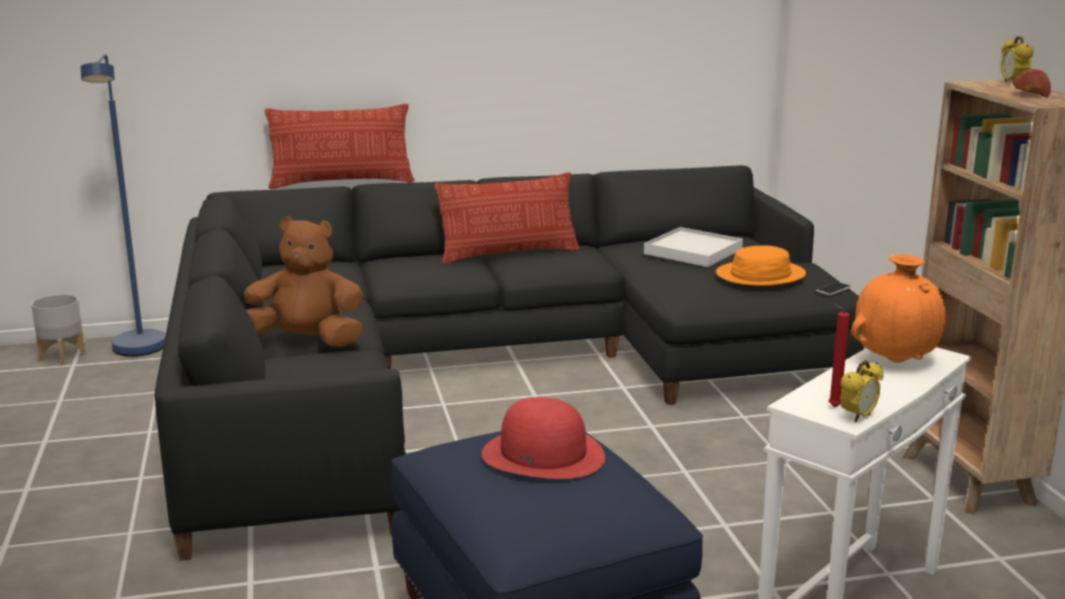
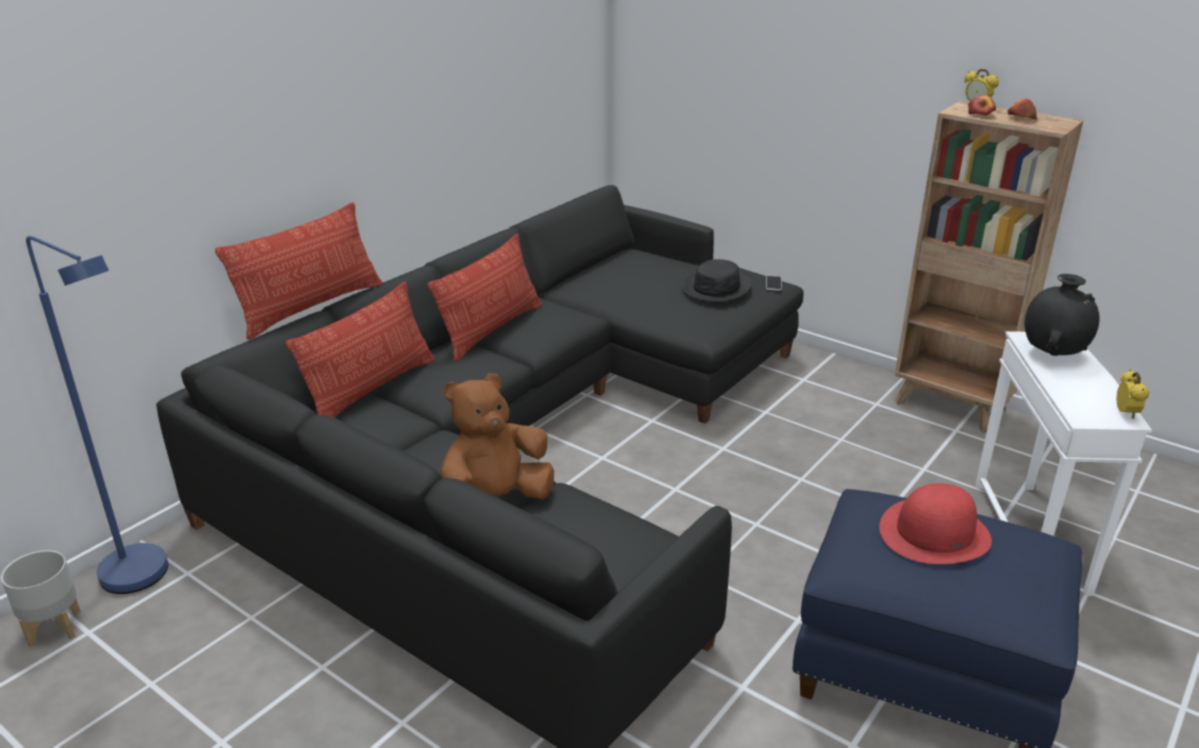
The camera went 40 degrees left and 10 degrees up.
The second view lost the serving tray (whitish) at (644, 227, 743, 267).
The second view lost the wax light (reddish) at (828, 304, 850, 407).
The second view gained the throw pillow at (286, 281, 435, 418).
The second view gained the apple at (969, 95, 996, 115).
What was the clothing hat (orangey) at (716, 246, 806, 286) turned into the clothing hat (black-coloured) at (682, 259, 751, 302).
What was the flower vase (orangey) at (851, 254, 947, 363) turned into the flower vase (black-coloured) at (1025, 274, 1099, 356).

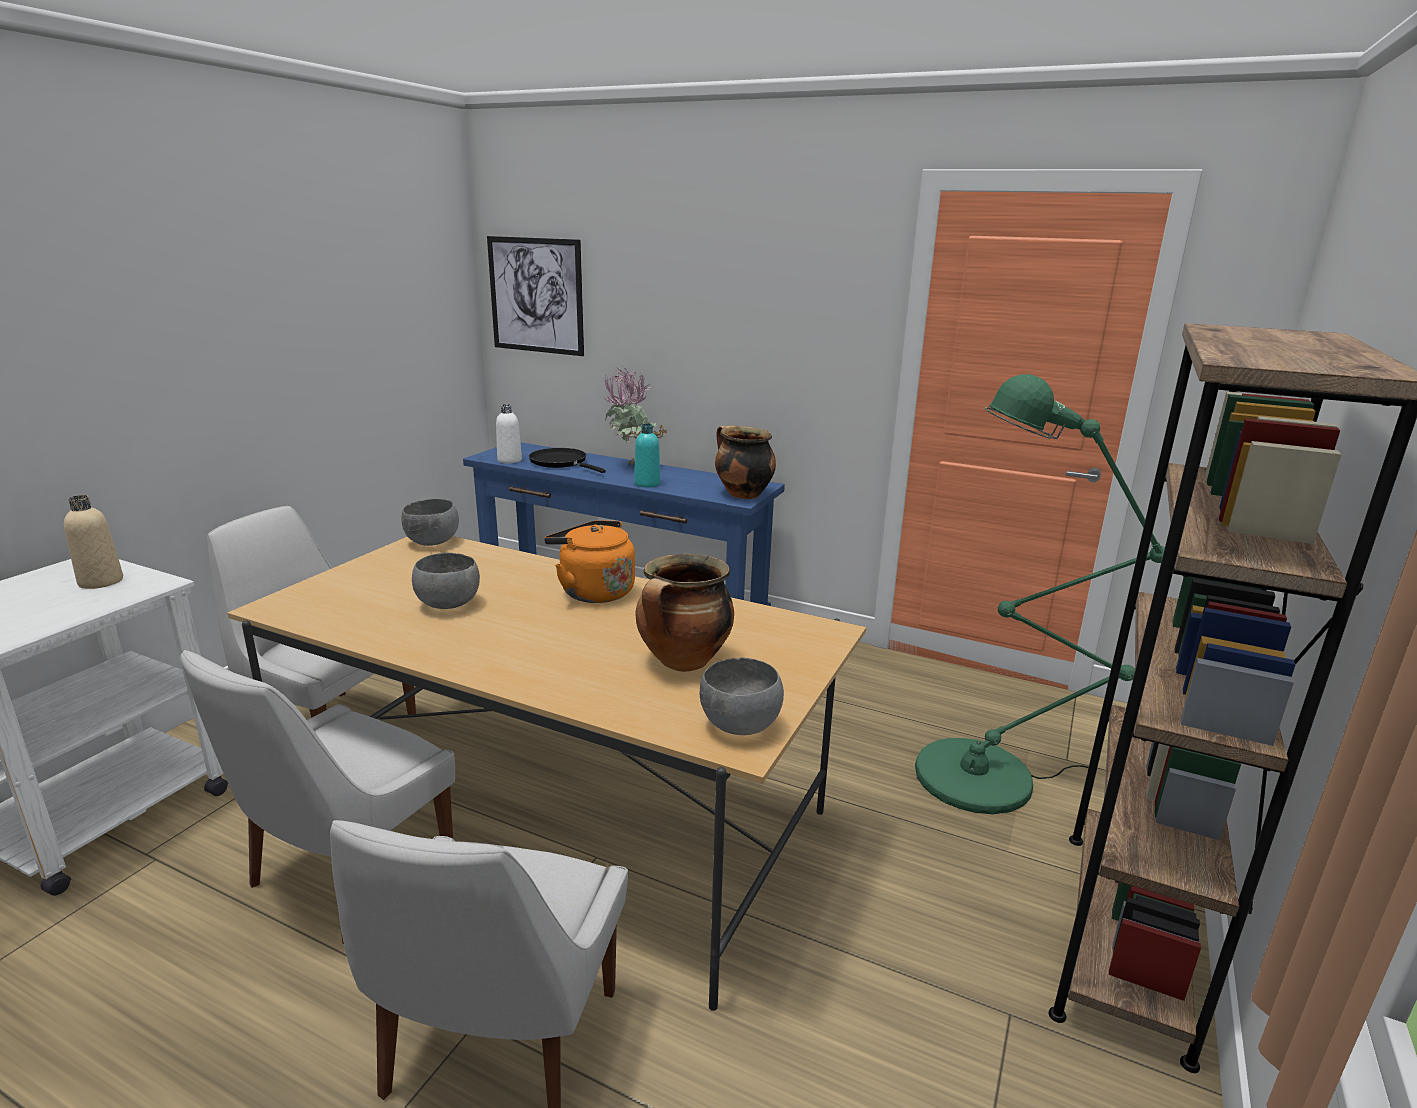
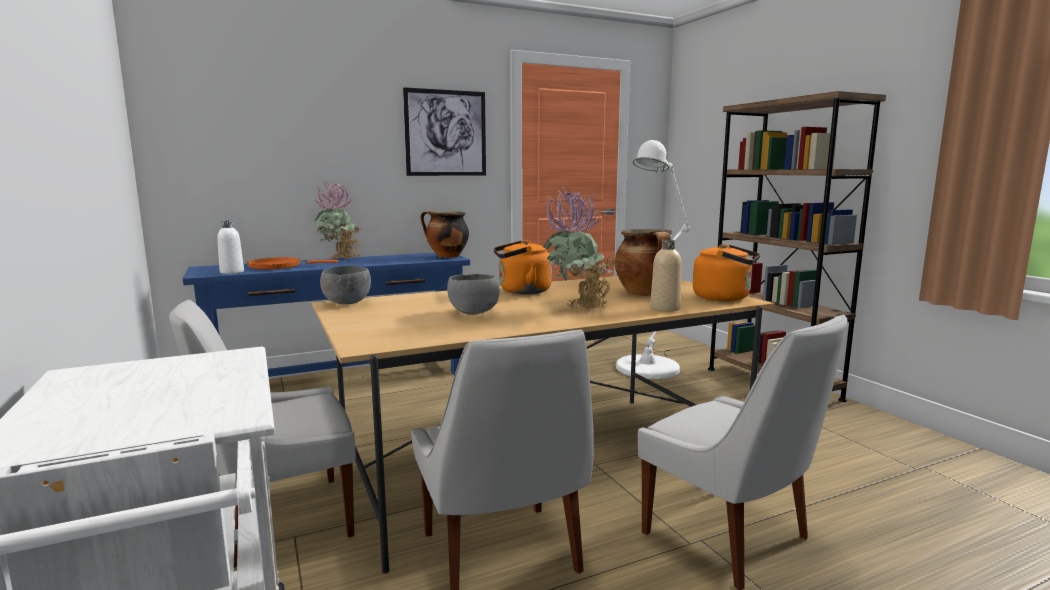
The camera went 50 degrees left and 10 degrees down.
The second view lost the drink bottle (turquoise-coloured) at (634, 424, 660, 488).
The second view gained the potted plant at (543, 187, 619, 310).
The drink bottle (sand-coloured) ended up elsewhere, having gone from (64, 495, 123, 589) to (650, 239, 682, 312).
The picture ended up elsewhere, having gone from (487, 236, 584, 356) to (403, 87, 486, 176).
Where the serving bowl (grey) stood at (700, 657, 784, 735), the tea kettle (orangey) came to stand at (693, 244, 760, 301).
What was the pan (black-coloured) at (529, 448, 606, 473) turned into the pan (orangey) at (247, 257, 338, 270).
What was the floor lamp (green-coloured) at (915, 374, 1165, 814) turned into the floor lamp (whitish) at (616, 140, 690, 379).

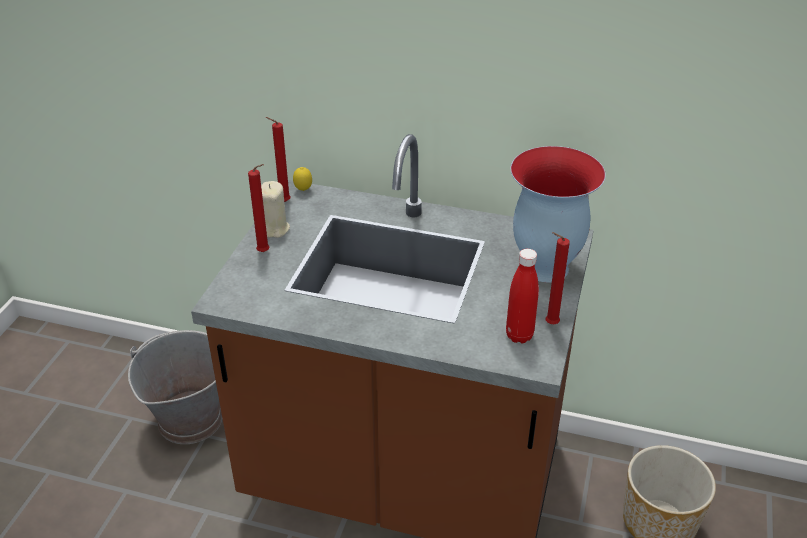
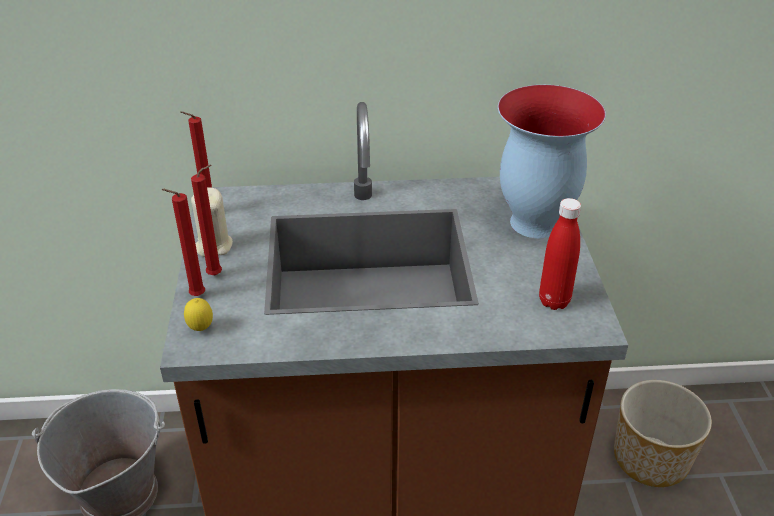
The camera went 20 degrees left and 0 degrees up.
The citrus fruit ended up elsewhere, having gone from (293, 167, 312, 191) to (184, 298, 213, 331).
The wax light (reddish) ended up elsewhere, having gone from (546, 232, 570, 324) to (162, 189, 205, 296).

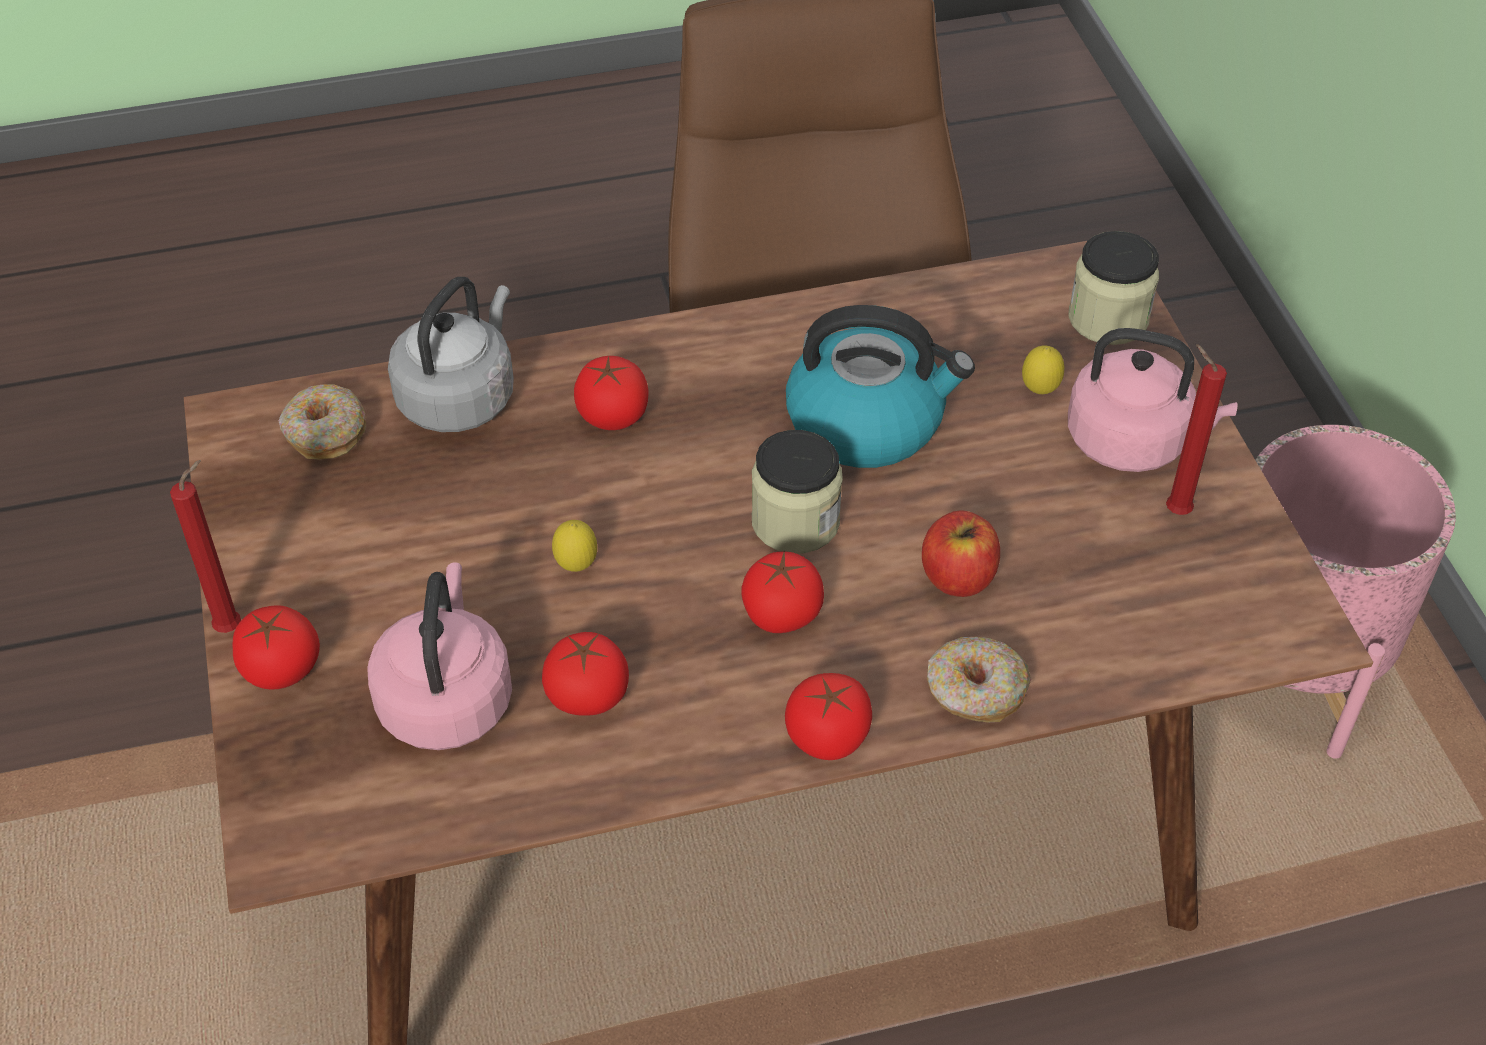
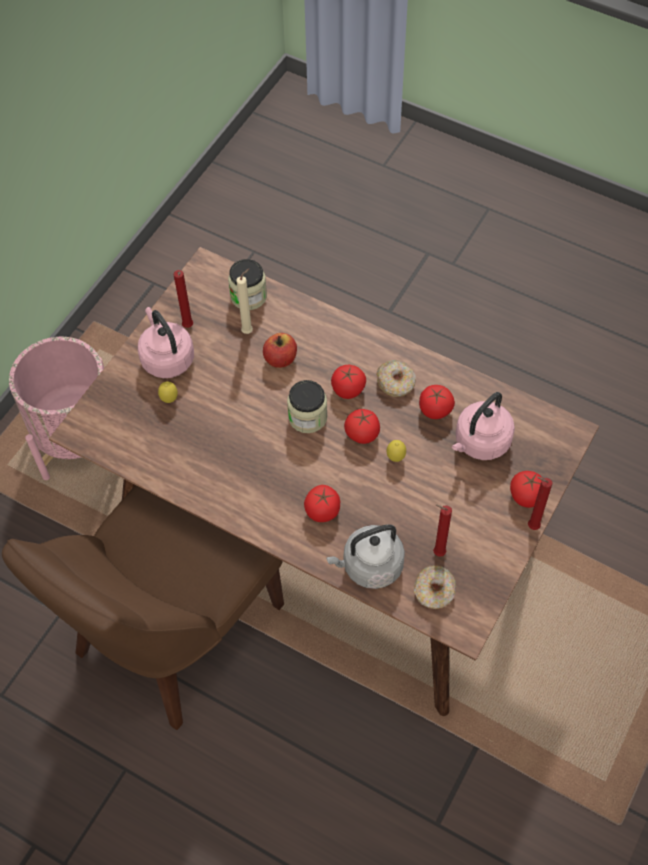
The camera went 135 degrees left and 10 degrees up.
The second view lost the tea kettle at (786, 305, 975, 468).
The second view gained the wax light (sand-coloured) at (236, 269, 253, 334).
The second view gained the wax light (reddish) at (433, 504, 452, 557).
The whole tomato ended up elsewhere, having gone from (785, 673, 872, 760) to (344, 409, 380, 444).
The ring doughnut ended up elsewhere, having gone from (927, 637, 1031, 722) to (377, 360, 416, 397).
The jar ended up elsewhere, having gone from (1068, 231, 1159, 345) to (228, 259, 267, 310).

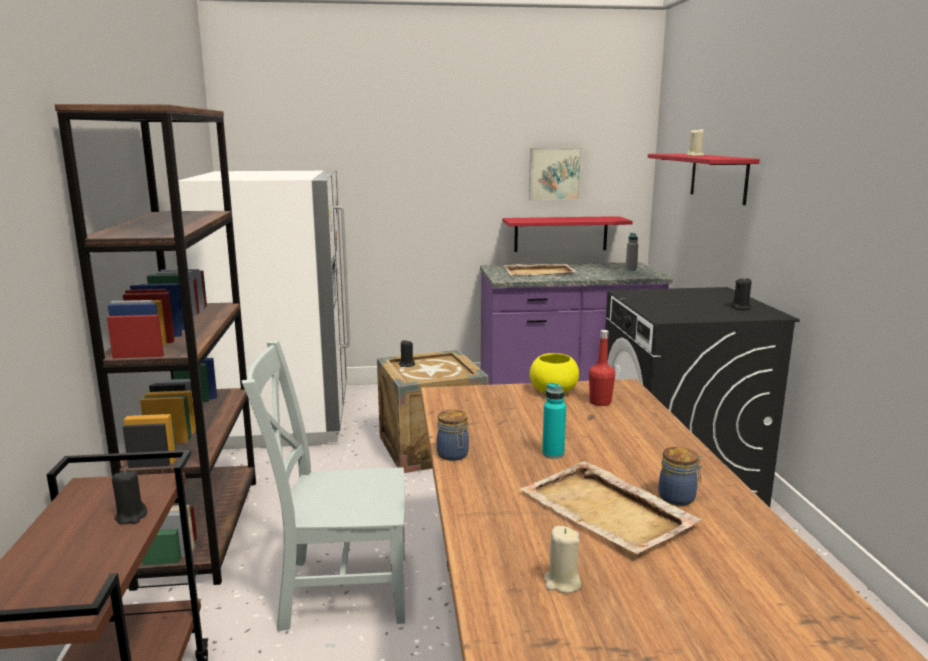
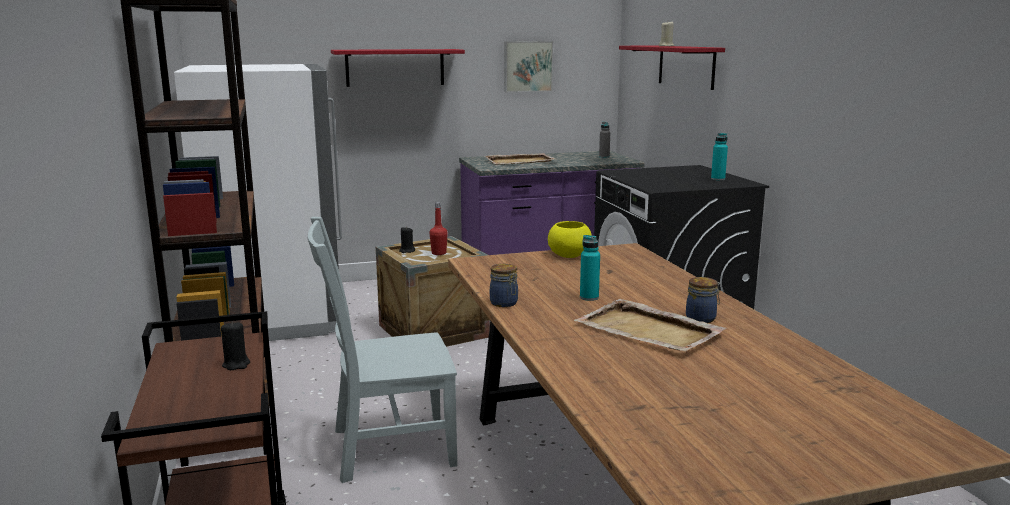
The camera went 10 degrees left and 0 degrees up.
The second view lost the wax light (sand-coloured) at (544, 526, 582, 593).
The shelf (reddish) ended up elsewhere, having gone from (502, 216, 633, 252) to (331, 49, 465, 87).
The drink bottle (reddish) ended up elsewhere, having gone from (589, 330, 615, 406) to (429, 202, 448, 255).
Where the wax light (black-coloured) stood at (731, 277, 752, 309), the drink bottle (turquoise-coloured) came to stand at (711, 133, 728, 181).

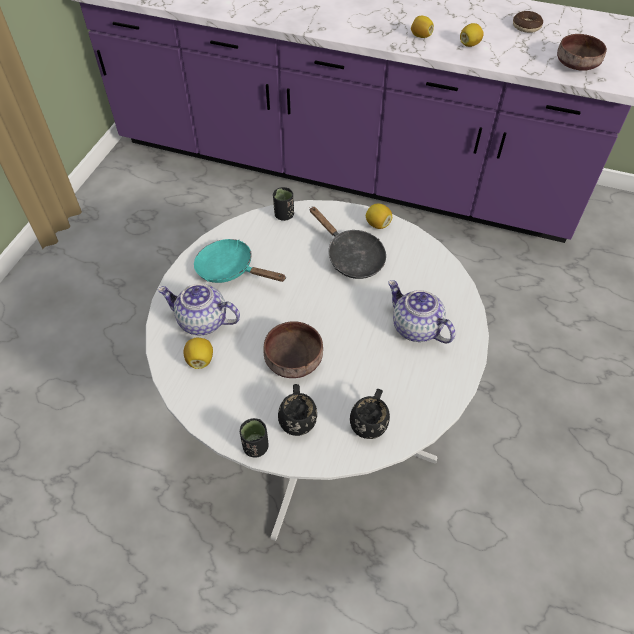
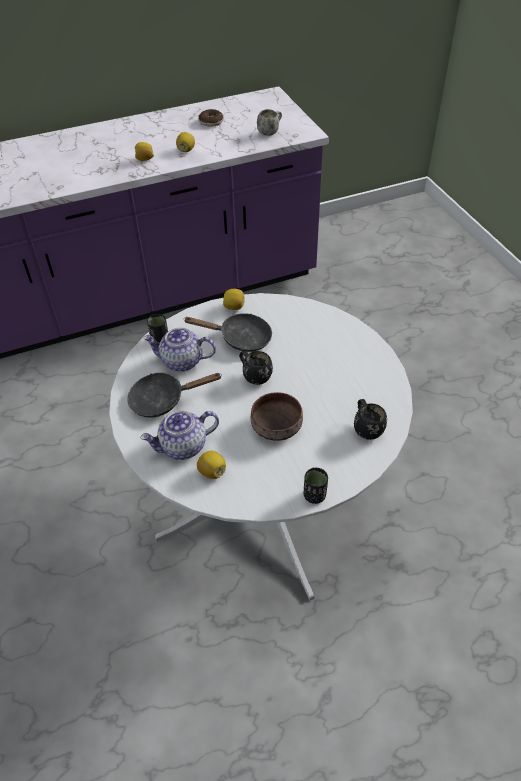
The camera went 40 degrees left and 5 degrees down.
The coffee mug (black-coloured) ended up elsewhere, having gone from (278, 384, 317, 436) to (239, 351, 273, 385).
The tea pot ended up elsewhere, having gone from (388, 280, 455, 343) to (143, 327, 216, 372).
Where the serving bowl (brownish) stood at (557, 34, 607, 71), the coffee mug (whitish) came to stand at (257, 109, 282, 136).
What was the pan (turquoise-coloured) at (194, 239, 285, 283) turned into the pan (black-coloured) at (127, 373, 221, 418).

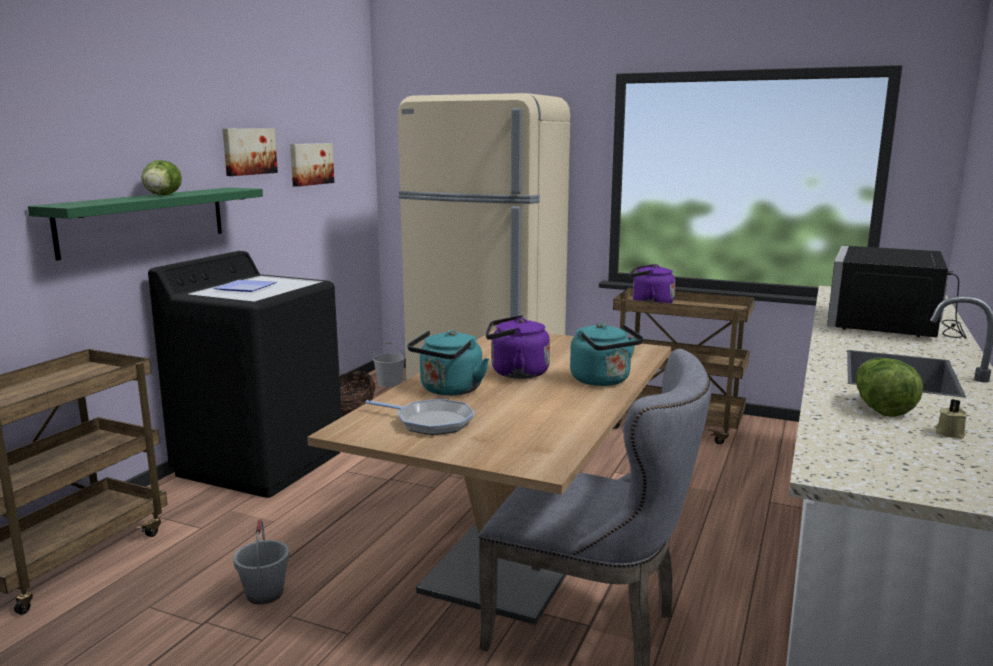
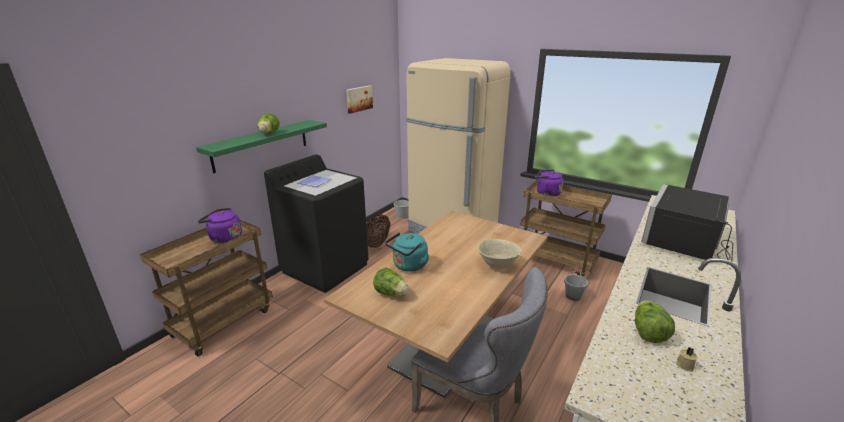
The camera went 10 degrees right and 10 degrees up.
The second view lost the picture at (222, 128, 278, 176).
The water bucket (grey) ended up elsewhere, having gone from (233, 519, 290, 604) to (564, 266, 588, 301).
The tea kettle (purple-coloured) ended up elsewhere, having gone from (486, 315, 550, 379) to (198, 208, 242, 244).
Where the pan stood at (365, 399, 475, 435), the head of lettuce came to stand at (373, 267, 409, 296).
Where the tea kettle (turquoise-coloured) stood at (570, 323, 644, 386), the serving bowl (sand-coloured) came to stand at (478, 239, 521, 269).

